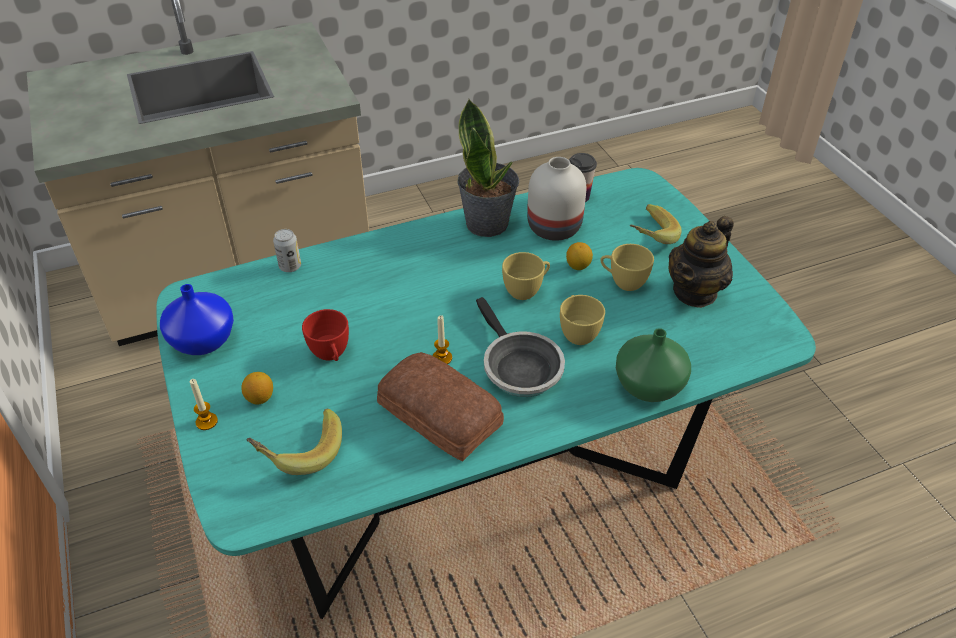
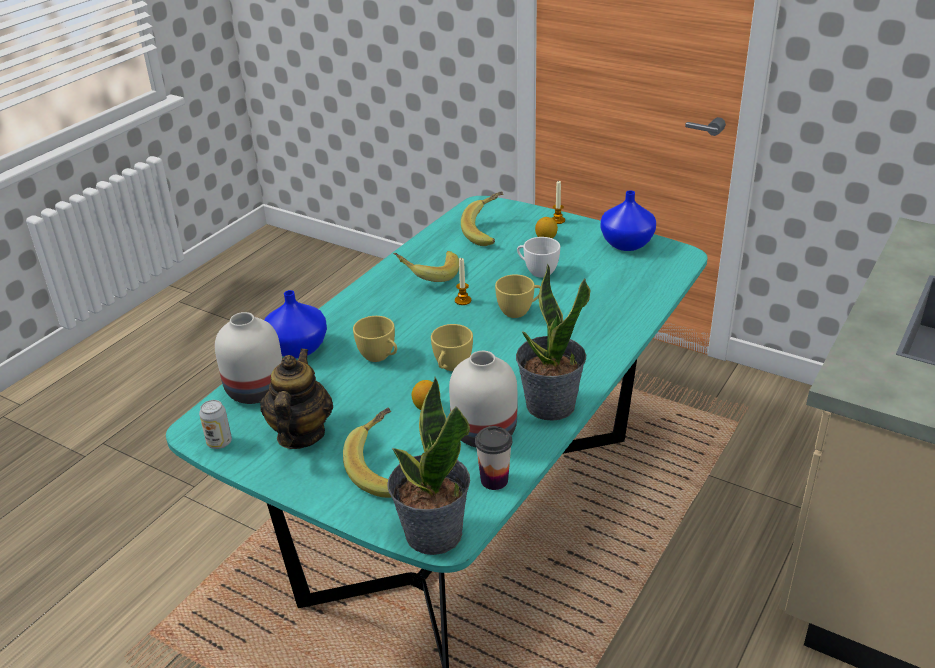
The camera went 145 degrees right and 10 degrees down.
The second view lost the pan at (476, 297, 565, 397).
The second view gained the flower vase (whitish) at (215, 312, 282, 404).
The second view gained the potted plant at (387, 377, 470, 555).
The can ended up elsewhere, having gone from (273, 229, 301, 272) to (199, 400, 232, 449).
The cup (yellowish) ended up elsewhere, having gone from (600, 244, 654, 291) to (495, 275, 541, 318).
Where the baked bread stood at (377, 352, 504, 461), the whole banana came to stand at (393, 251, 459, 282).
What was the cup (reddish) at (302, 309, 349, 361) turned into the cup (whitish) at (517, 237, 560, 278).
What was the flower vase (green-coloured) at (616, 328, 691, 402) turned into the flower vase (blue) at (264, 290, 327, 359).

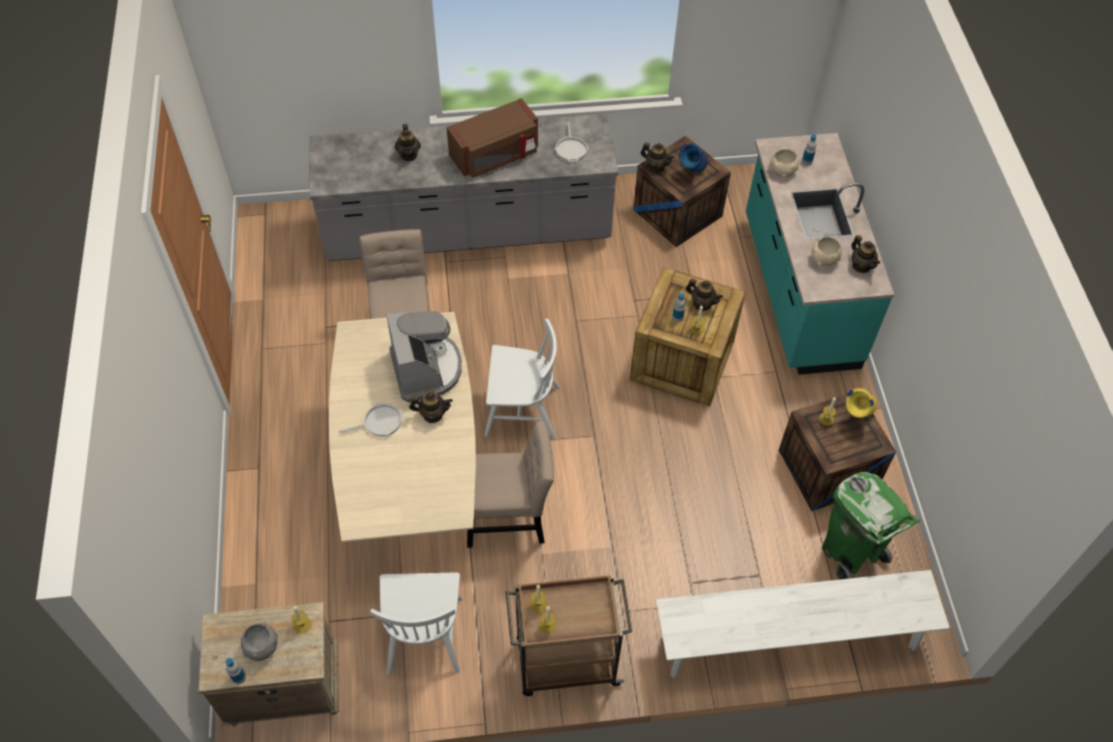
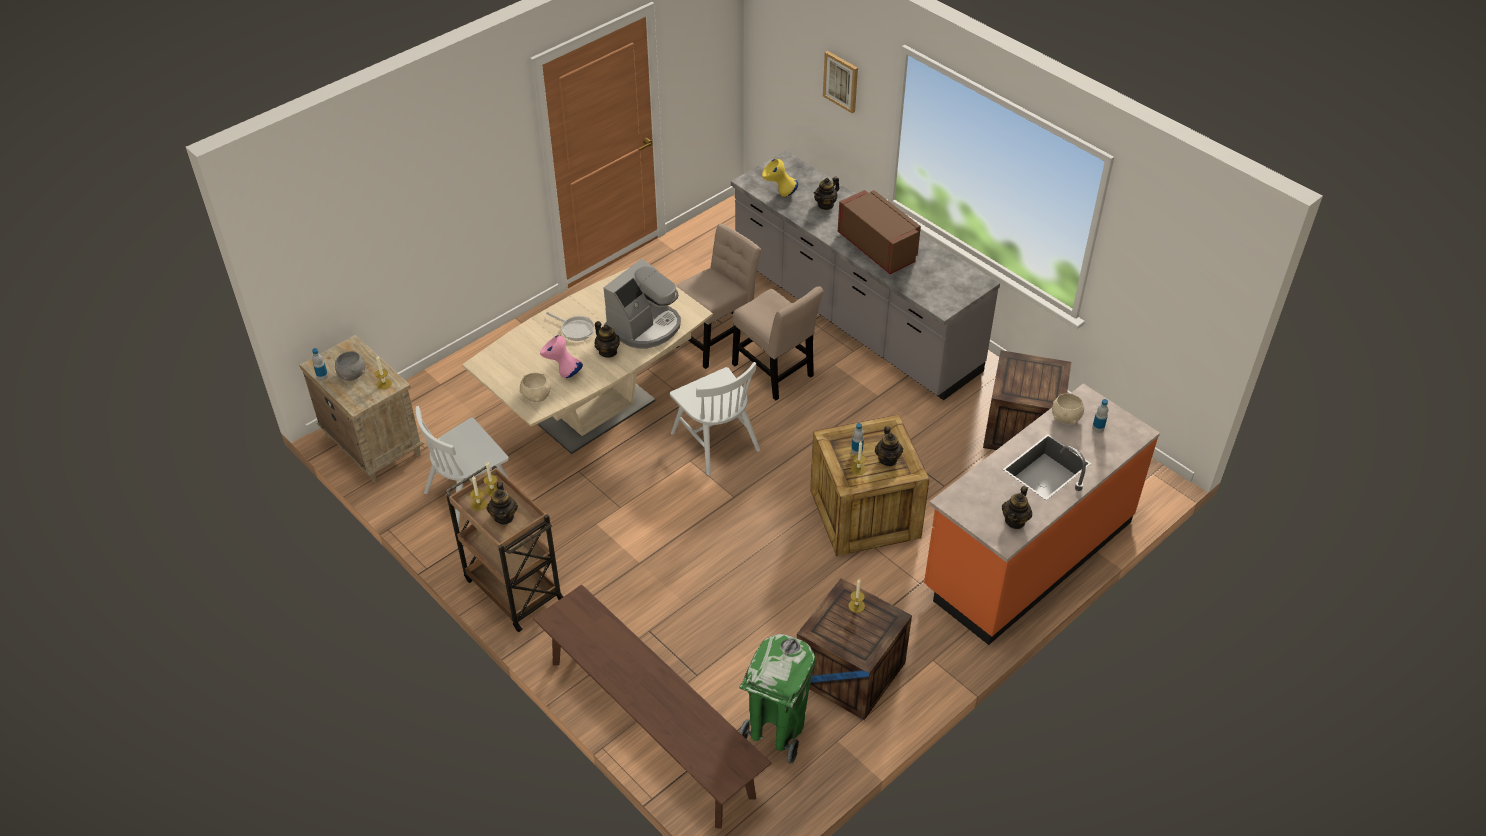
The camera went 55 degrees right and 10 degrees down.
The second view lost the pan at (555, 121, 588, 162).
The second view lost the flower vase (blue) at (679, 144, 708, 173).
The second view gained the flower vase (pink) at (540, 335, 583, 378).
The second view gained the picture at (823, 51, 858, 113).
The upright chair (sand-coloured) ended up elsewhere, having gone from (467, 421, 554, 548) to (732, 286, 824, 400).
The tea pot ended up elsewhere, having gone from (640, 142, 674, 173) to (487, 482, 518, 524).
The serving bowl (sand-coloured) ended up elsewhere, having gone from (811, 237, 842, 266) to (519, 373, 551, 402).
The flower vase (yellowish) ended up elsewhere, having gone from (846, 388, 877, 418) to (762, 159, 798, 197).
What was the long seat (whitish) at (656, 570, 950, 678) turned into the long seat (brownish) at (533, 585, 771, 829).
What was the kitchen base unit (turquoise-coloured) at (746, 133, 894, 375) turned into the kitchen base unit (orangey) at (924, 384, 1160, 645).
The kitchen microwave (brownish) at (447, 98, 538, 178) ended up facing another way, 150 degrees counterclockwise from before.

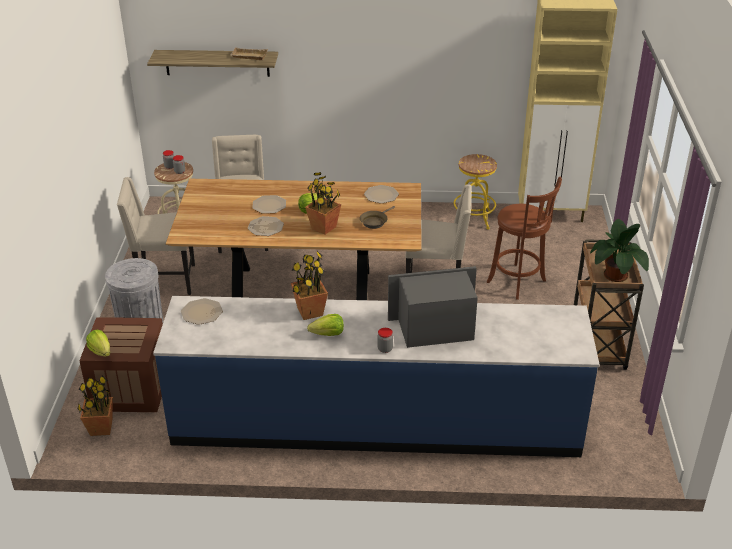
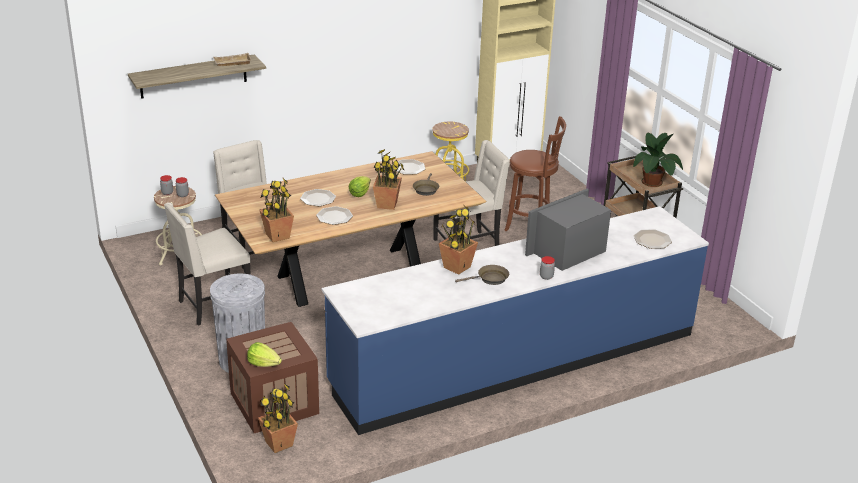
The camera went 30 degrees left and 5 degrees down.
The second view gained the potted plant at (260, 178, 294, 242).
The plate ended up elsewhere, having gone from (181, 298, 223, 325) to (634, 229, 672, 249).
Where the head of lettuce stood at (307, 314, 344, 336), the pan (brownish) came to stand at (455, 265, 509, 285).

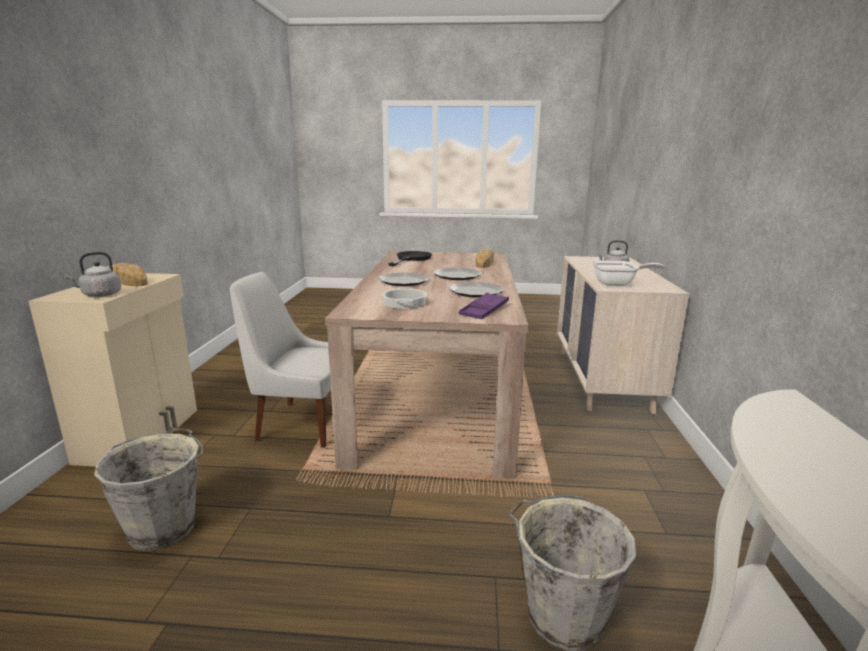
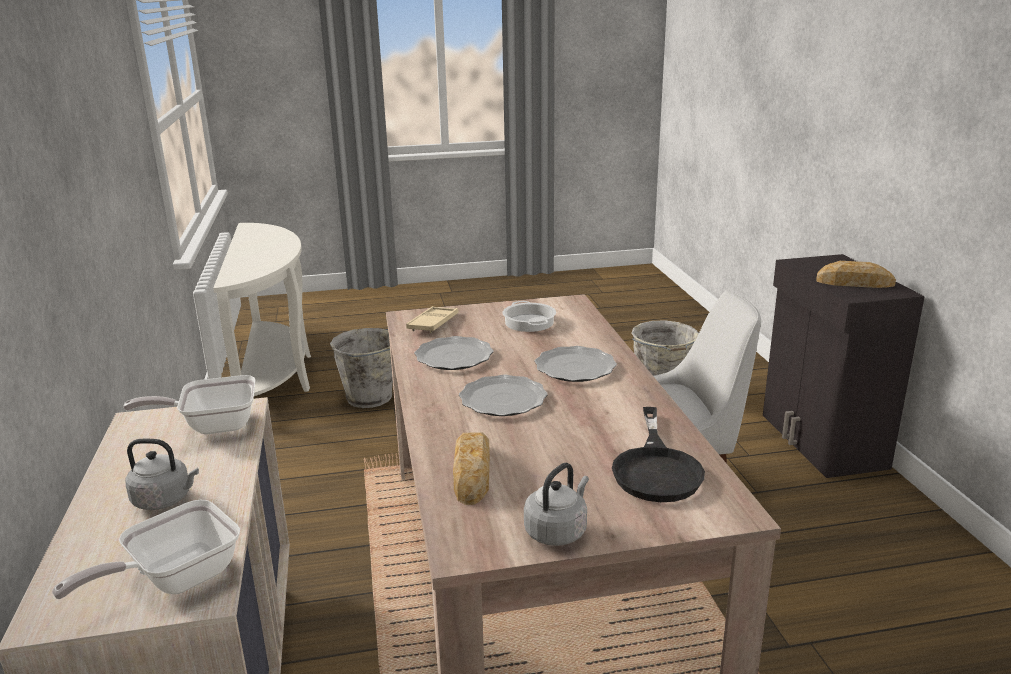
The camera went 165 degrees right and 5 degrees up.
The second view gained the pan at (52, 500, 240, 599).
The tea kettle (grey) ended up elsewhere, having gone from (64, 252, 121, 297) to (524, 463, 589, 546).
What was the storage cabinet (sand-coloured) at (28, 273, 197, 467) turned into the storage cabinet (black-coloured) at (763, 254, 925, 478).
What was the serving tray (purple-coloured) at (459, 293, 509, 319) turned into the serving tray (sand-coloured) at (406, 306, 459, 333).

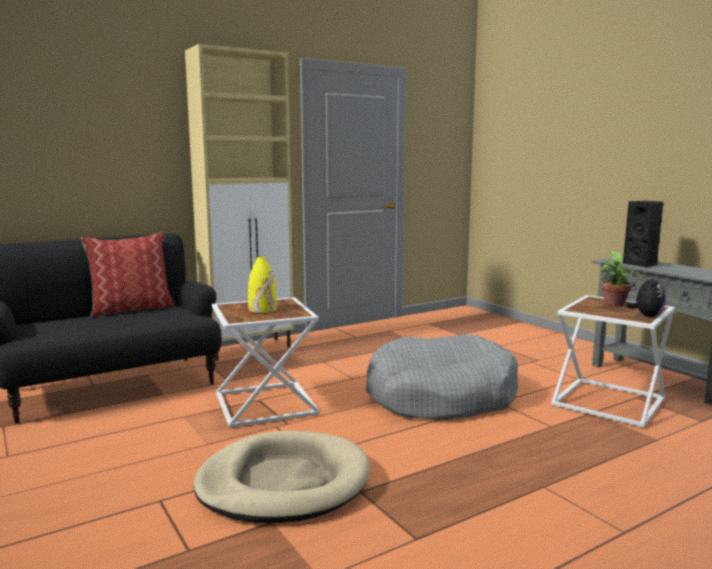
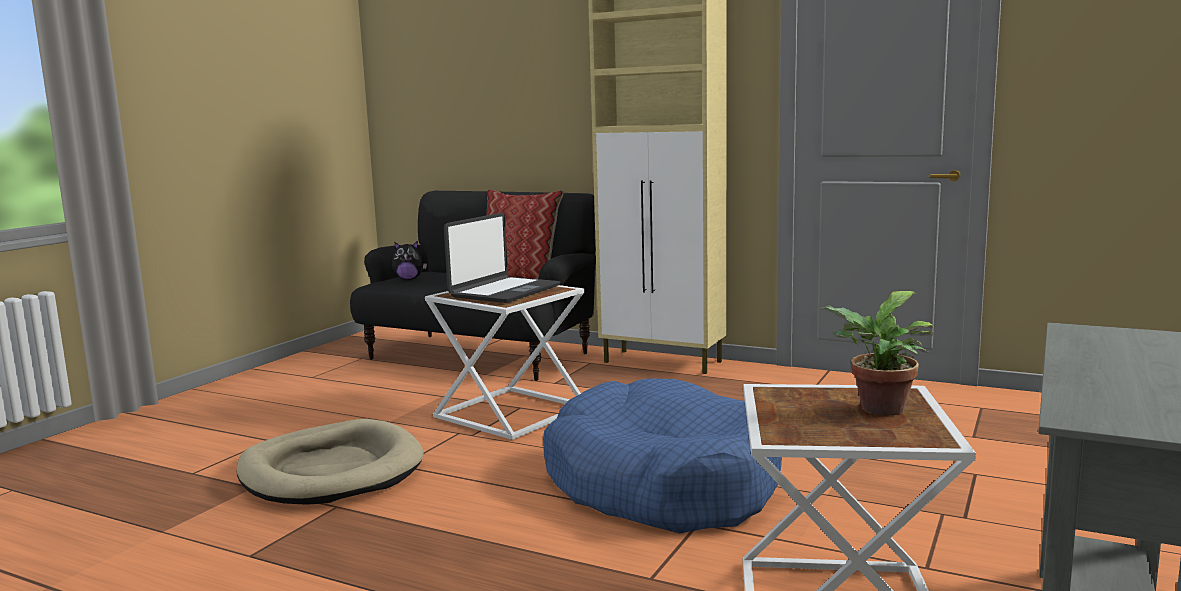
The camera went 60 degrees right and 0 degrees up.
The second view lost the loudspeaker (black-coloured) at (623, 201, 663, 267).
The soft toy ended up elsewhere, having gone from (626, 275, 666, 317) to (392, 241, 427, 280).
Where the flower vase (yellowish) stood at (248, 256, 277, 313), the laptop came to stand at (444, 213, 560, 303).
What was the pet bed (grey) at (366, 334, 518, 421) turned into the pet bed (blue) at (543, 378, 782, 534).

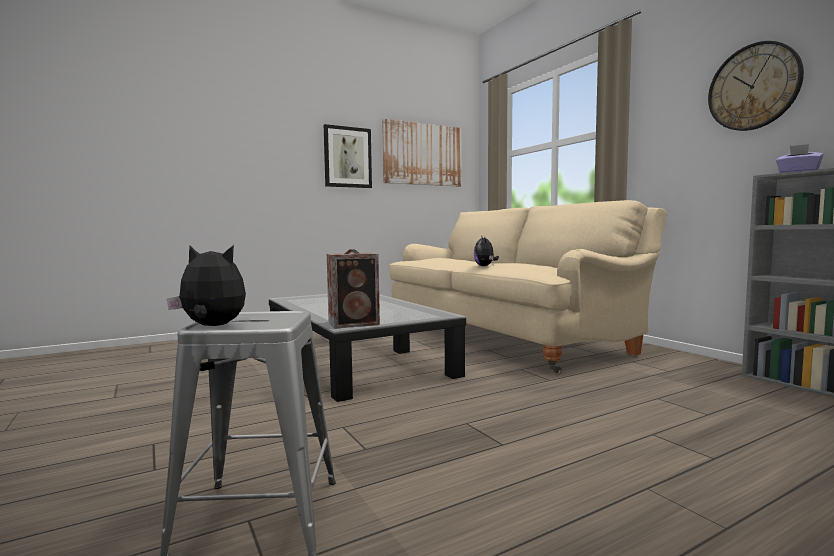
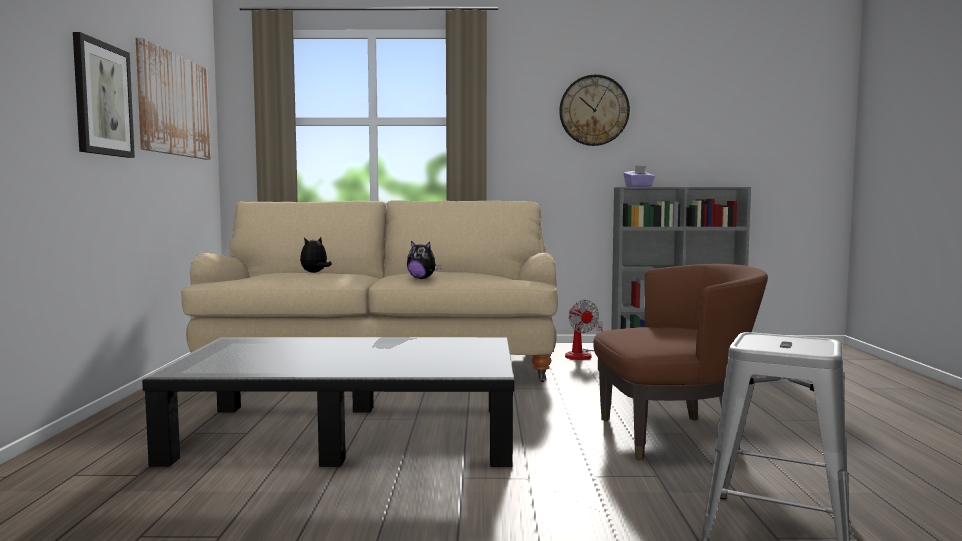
The camera went 60 degrees left and 0 degrees up.
The second view lost the loudspeaker at (327, 249, 380, 329).
The second view gained the fan at (565, 300, 603, 360).
The second view gained the armchair (brownish) at (593, 264, 768, 460).
The soft toy ended up elsewhere, having gone from (167, 245, 246, 326) to (300, 237, 332, 273).

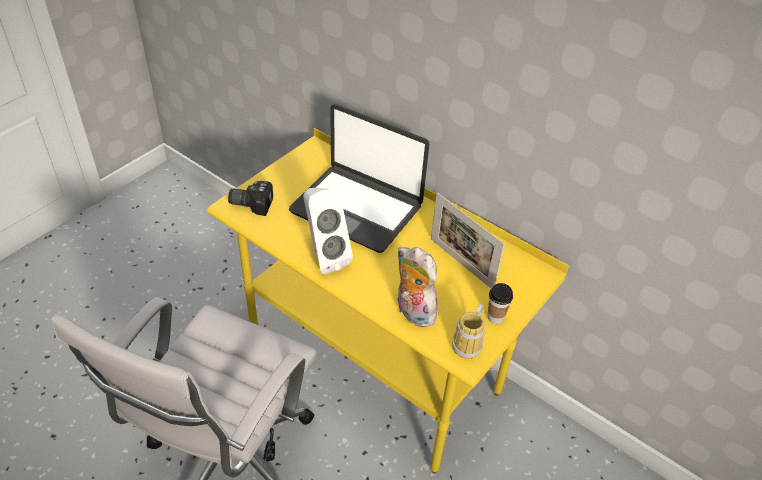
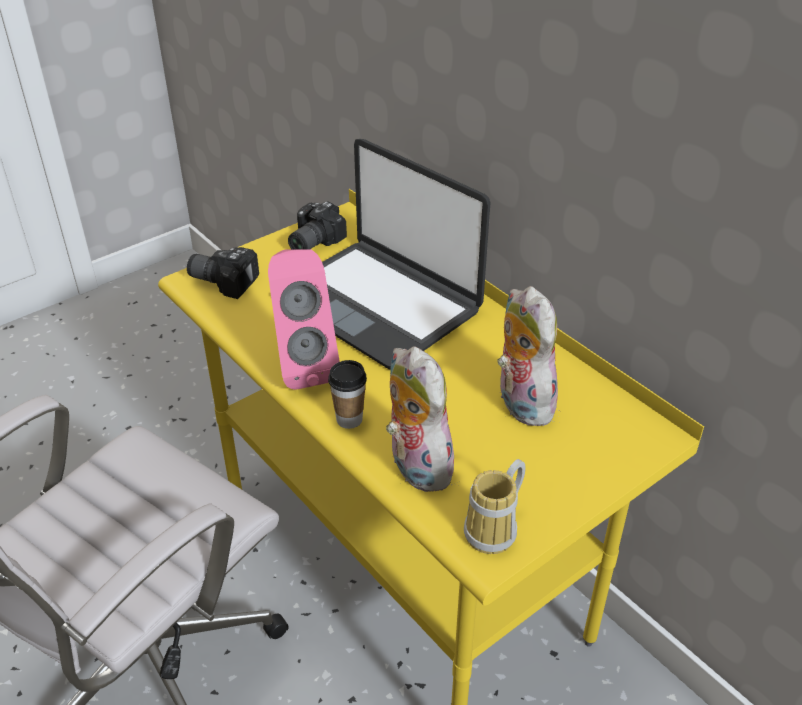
The camera went 15 degrees right and 5 degrees down.
The second view gained the still camera at (288, 201, 347, 250).
The cup ended up elsewhere, having gone from (488, 283, 513, 324) to (328, 360, 367, 429).
Where the standing frame stood at (431, 193, 505, 288), the soft toy came to stand at (497, 286, 559, 426).
What was the loudspeaker (whitish) at (303, 188, 353, 274) turned into the loudspeaker (pink) at (268, 249, 340, 390).

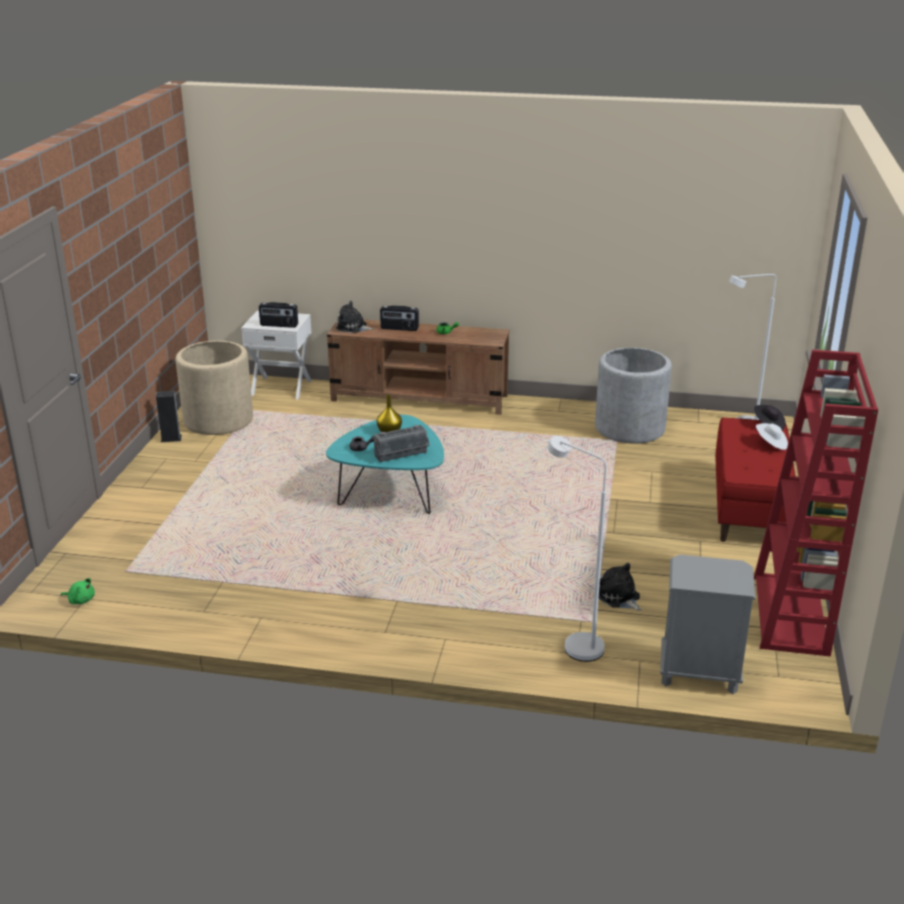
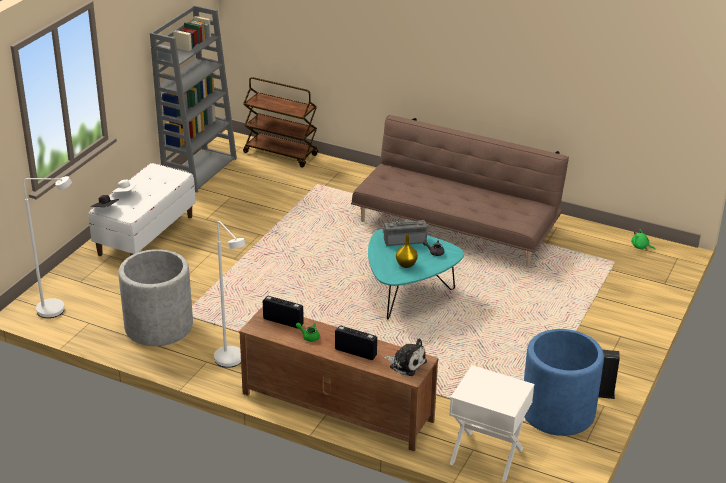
The camera went 165 degrees left and 5 degrees up.
The second view lost the soft toy at (598, 563, 642, 611).
The second view gained the settee (brownish) at (351, 115, 569, 266).
The radio set ended up elsewhere, having gone from (259, 302, 298, 328) to (263, 296, 304, 329).
The floor lamp (whitish) ended up elsewhere, having gone from (547, 436, 607, 662) to (214, 221, 245, 368).
Where the bedside table (grey) stood at (660, 555, 755, 694), the wheeled cart (brownish) came to stand at (243, 77, 318, 167).
What was the flower pot (sand-coloured) at (176, 341, 253, 435) turned into the flower pot (blue) at (524, 329, 604, 436).
What was the long seat (reddish) at (715, 418, 796, 542) turned into the long seat (whitish) at (89, 163, 196, 256).
What was the bookcase (reddish) at (754, 350, 878, 657) turned into the bookcase (grey) at (150, 5, 237, 193).

